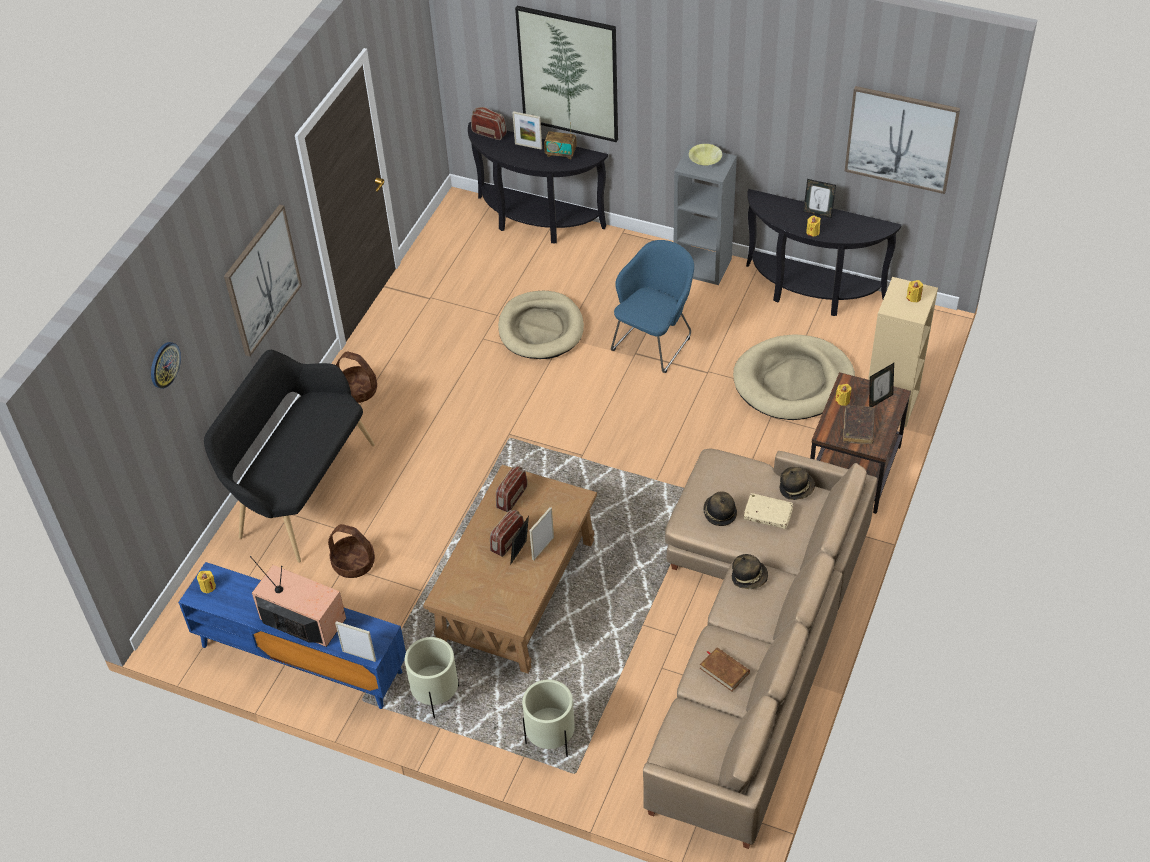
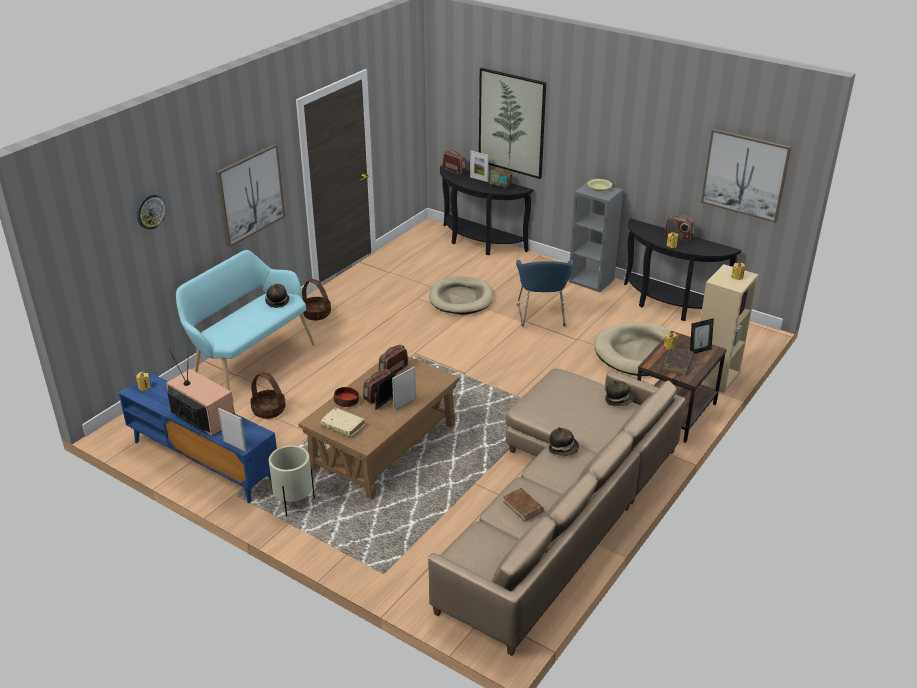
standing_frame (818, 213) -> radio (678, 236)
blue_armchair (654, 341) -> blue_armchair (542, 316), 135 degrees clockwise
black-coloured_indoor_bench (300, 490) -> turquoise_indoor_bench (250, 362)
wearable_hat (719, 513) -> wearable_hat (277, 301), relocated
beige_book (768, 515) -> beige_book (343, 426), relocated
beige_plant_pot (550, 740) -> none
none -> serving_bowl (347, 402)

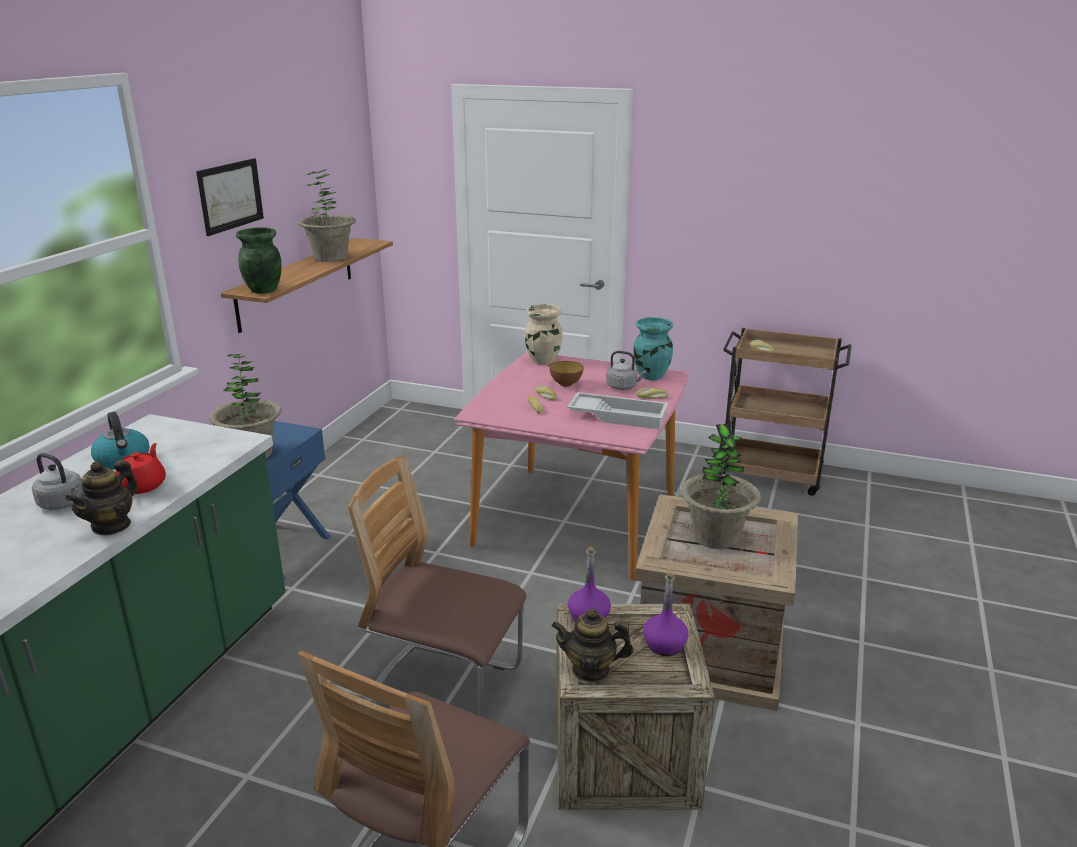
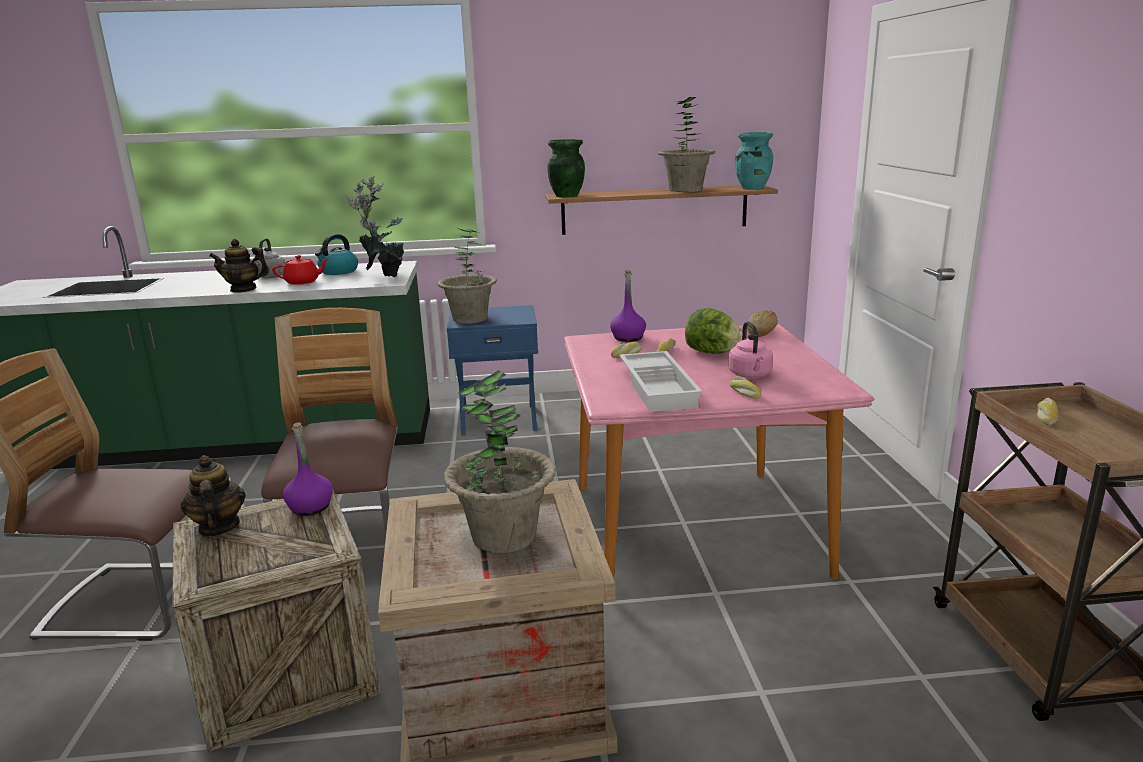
wall_art (230, 196) -> none
beige_vase (542, 360) -> bread (762, 332)
turquoise_vase (650, 376) -> turquoise_vase (752, 187), relocated
gray_tea_kettle (623, 387) -> pink_tea_kettle (750, 375)
serving_bowl (566, 384) -> lettuce (711, 353)
purple-coloured_beverage_bottle (664, 645) -> purple-coloured_beverage_bottle (628, 338), relocated
none -> potted_plant (384, 277)

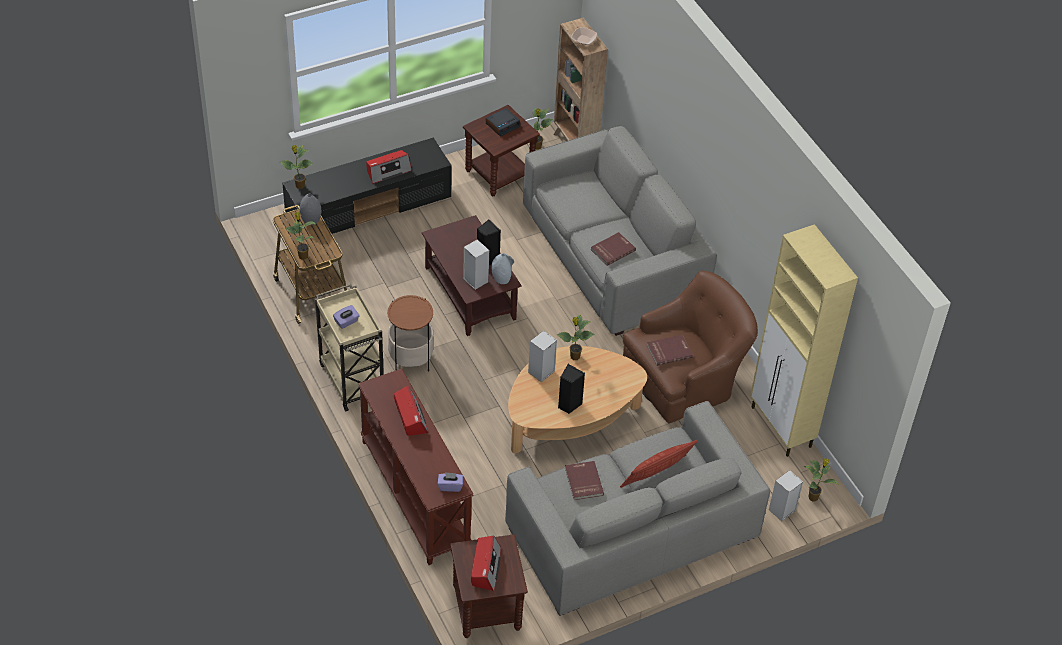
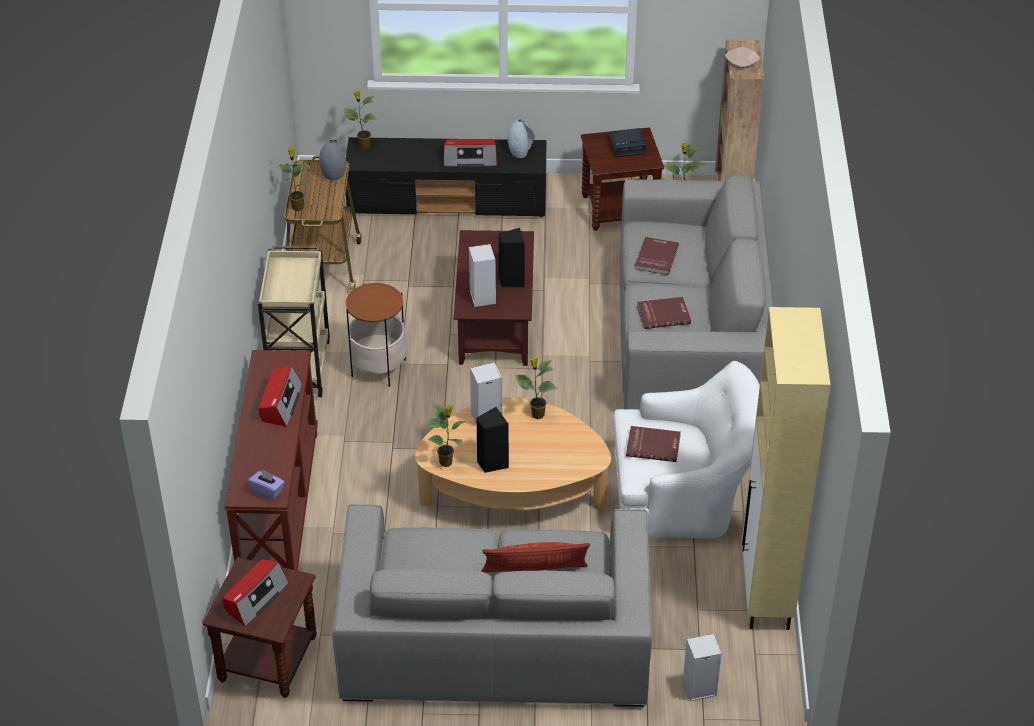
gray_vase (502, 278) -> gray_vase (520, 152), relocated
brownish_armchair (685, 378) -> whitish_armchair (684, 496)
purple-coloured_tissue_box (346, 322) -> none
potted_plant (814, 497) -> potted_plant (447, 462), relocated
reddish_book (583, 482) -> reddish_book (655, 257), relocated

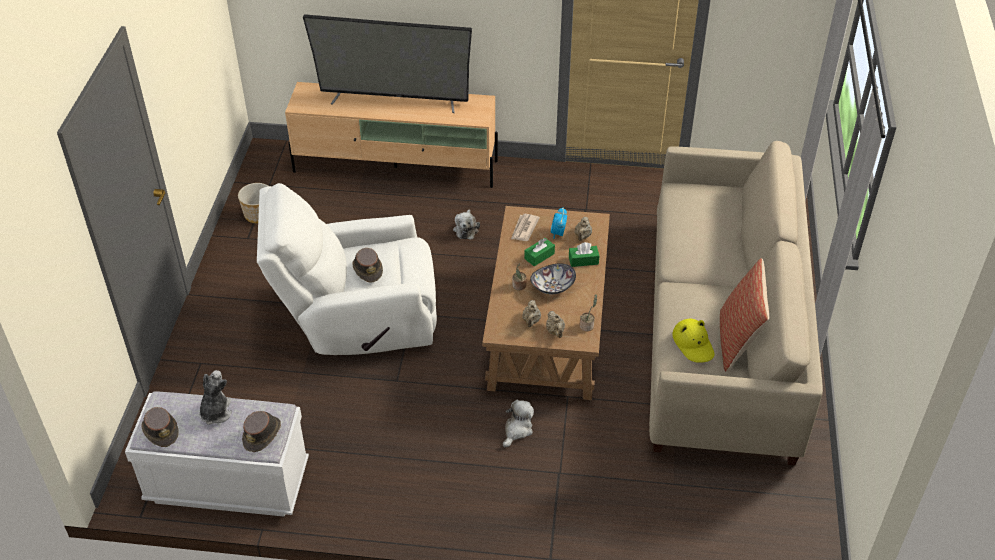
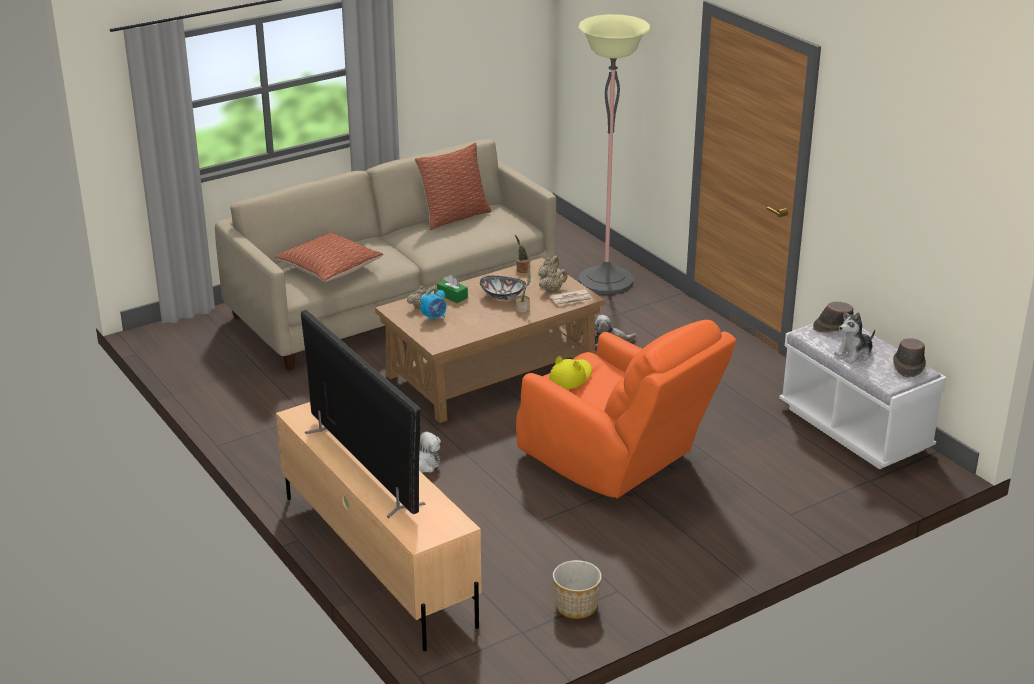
whitish_armchair (357, 318) -> orange_armchair (617, 463)
daily_paper (524, 229) -> daily_paper (571, 300), relocated
green_tissue_box (539, 256) -> none
brownish_wearable_hat (368, 269) -> none
yellowish_wearable_hat (693, 344) -> yellowish_wearable_hat (570, 377), relocated
none -> floor_lamp (606, 281)
none -> pillow (329, 268)

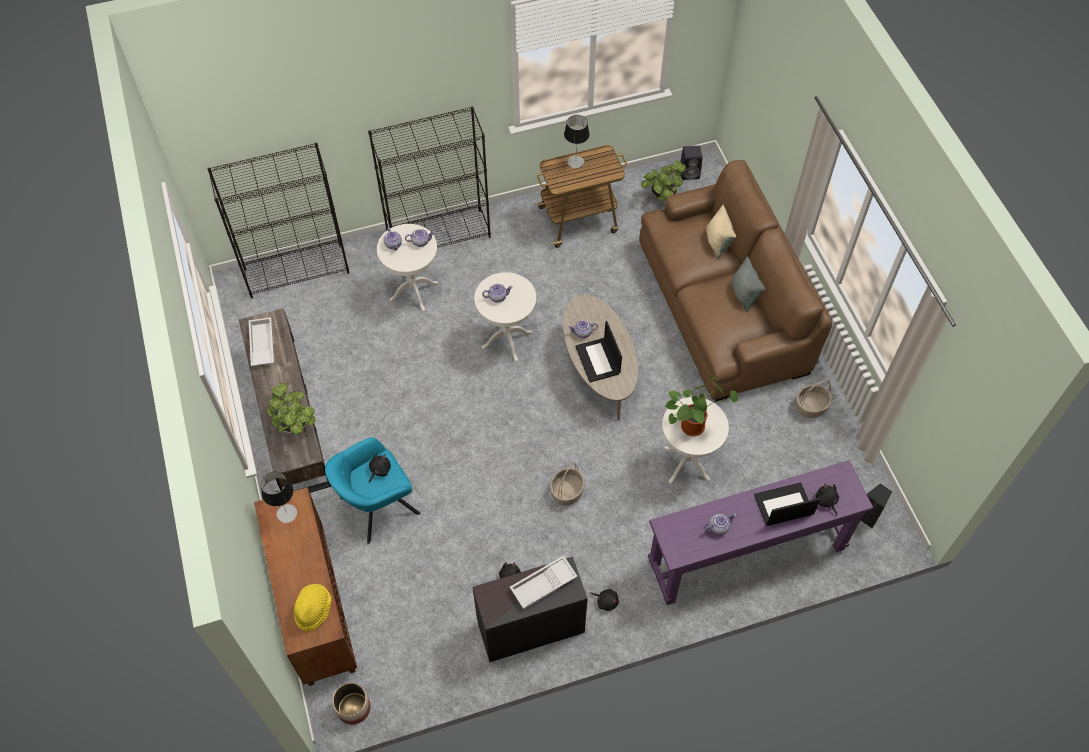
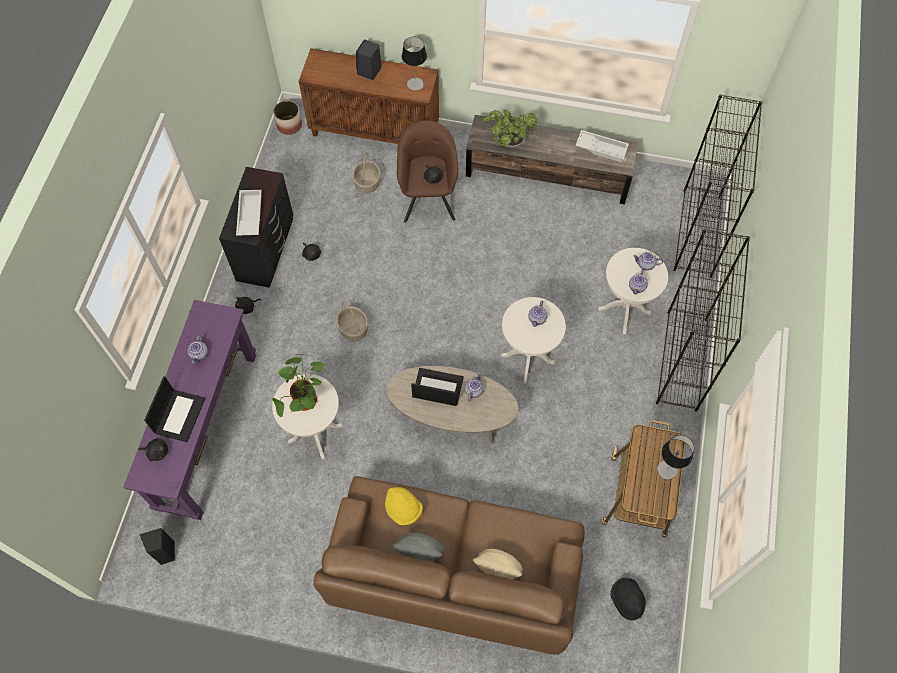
black-coloured_speaker (690, 173) -> black-coloured_speaker (369, 71), relocated
potted_plant (661, 196) -> black-coloured_wearable_hat (627, 600)
basket (810, 407) -> basket (367, 183), relocated
turquoise_armchair (376, 507) -> brownish_armchair (428, 197)
yellowish_wearable_hat (313, 610) -> yellowish_wearable_hat (403, 509), relocated

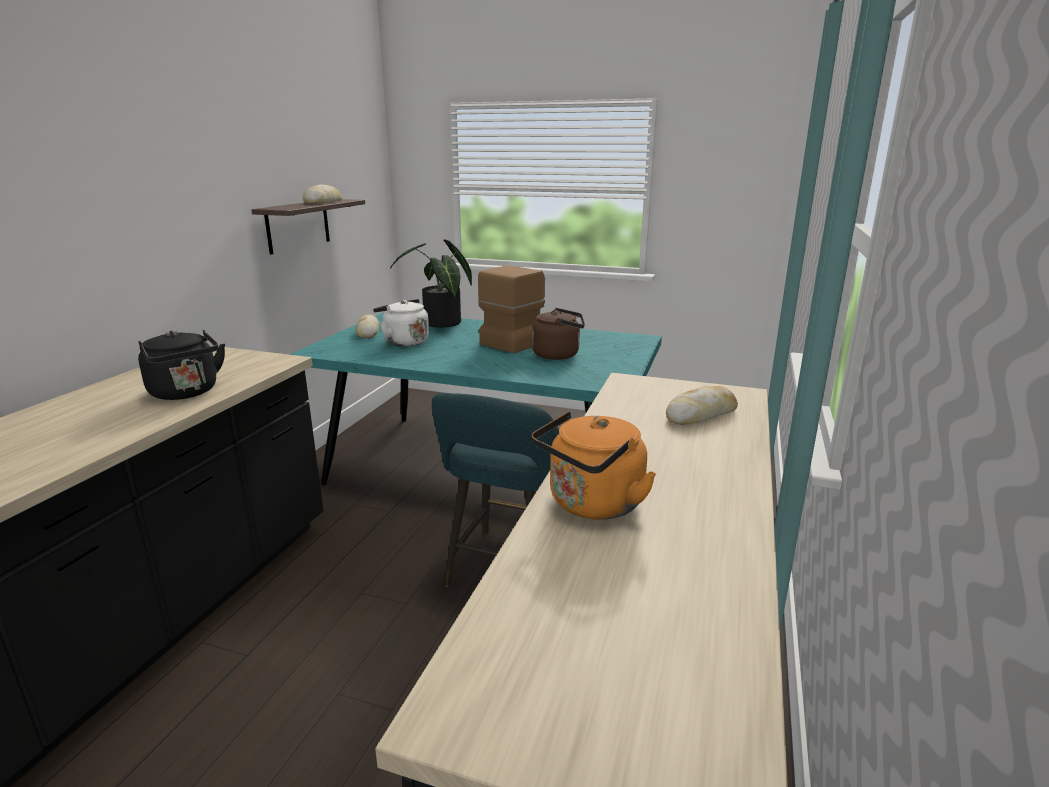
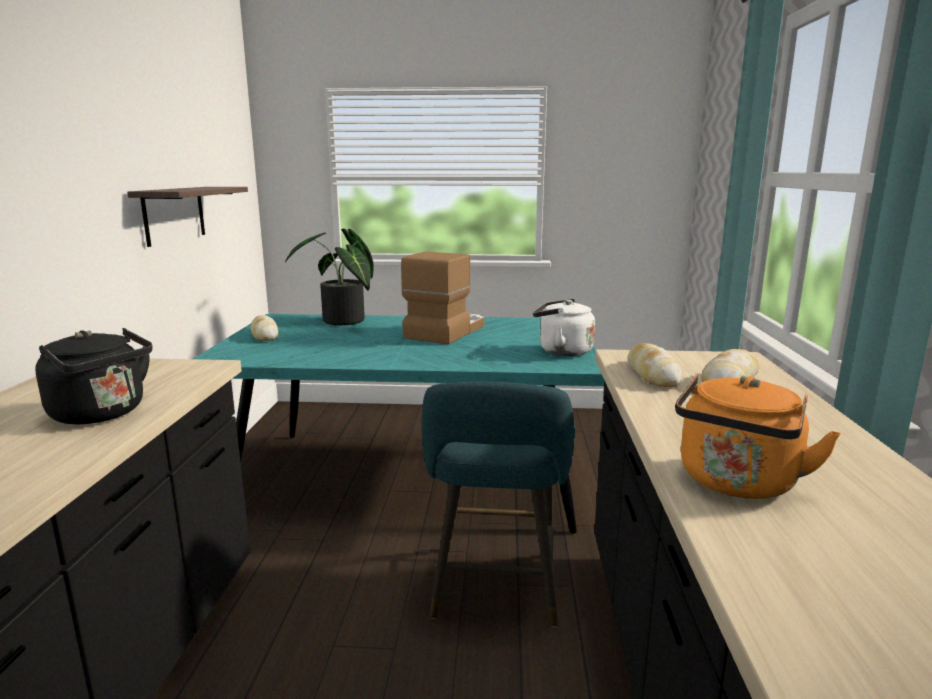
bread (323, 202) -> bread (652, 374), relocated
whitish_tea_kettle (404, 342) -> whitish_tea_kettle (561, 351), relocated
brownish_tea_kettle (559, 355) -> none

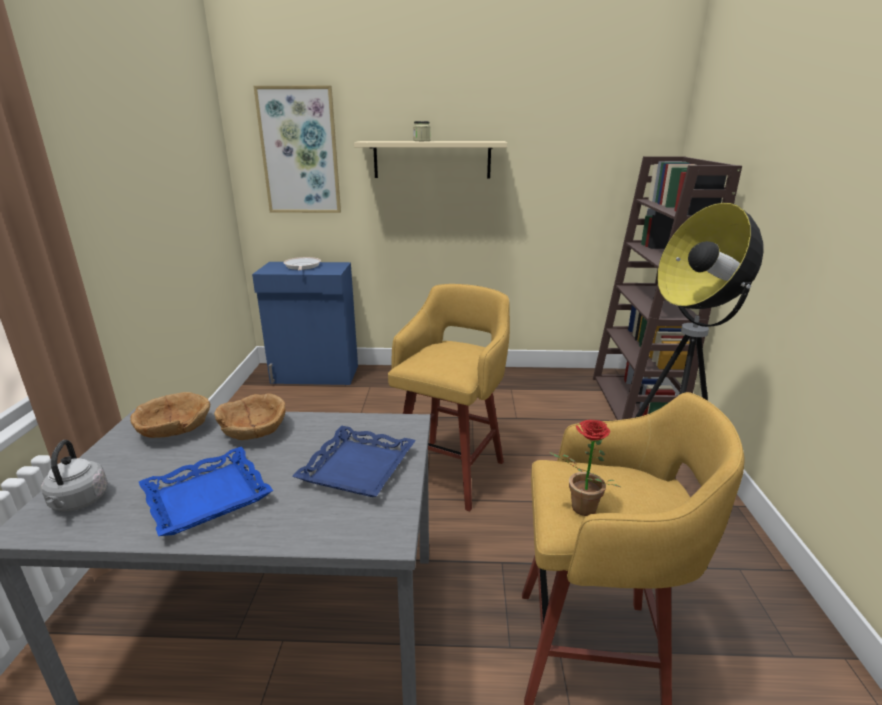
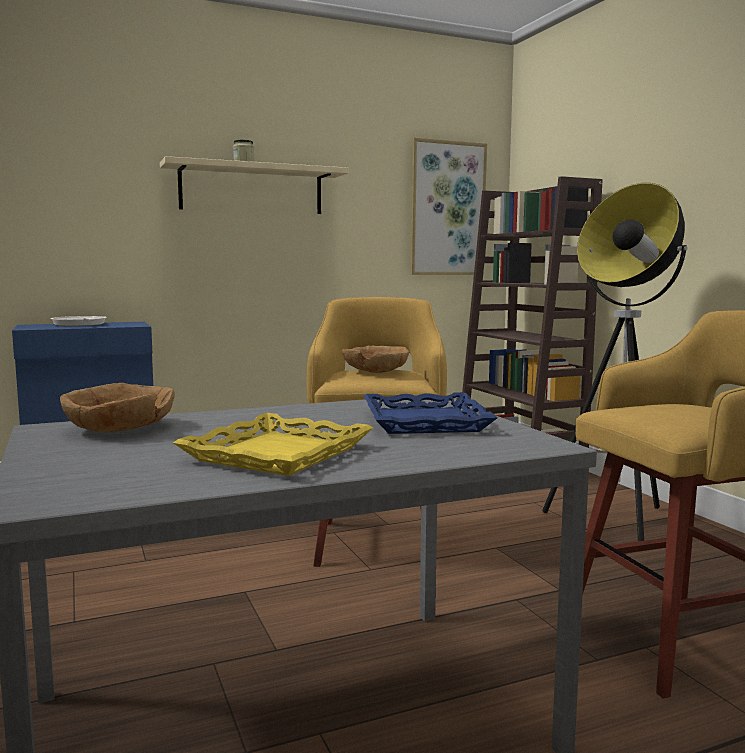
wall_art (300, 151) -> wall_art (447, 209), relocated
brownish_serving_bowl (254, 430) -> brownish_serving_bowl (375, 371), relocated
potted_plant (579, 509) -> none
gray_tea_kettle (78, 502) -> none
blue_serving_tray (207, 497) -> yellowish_serving_tray (279, 454)

